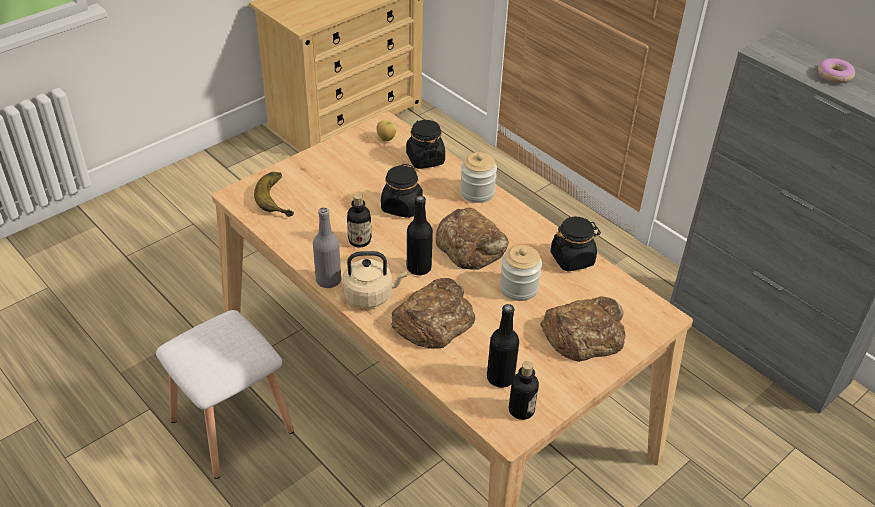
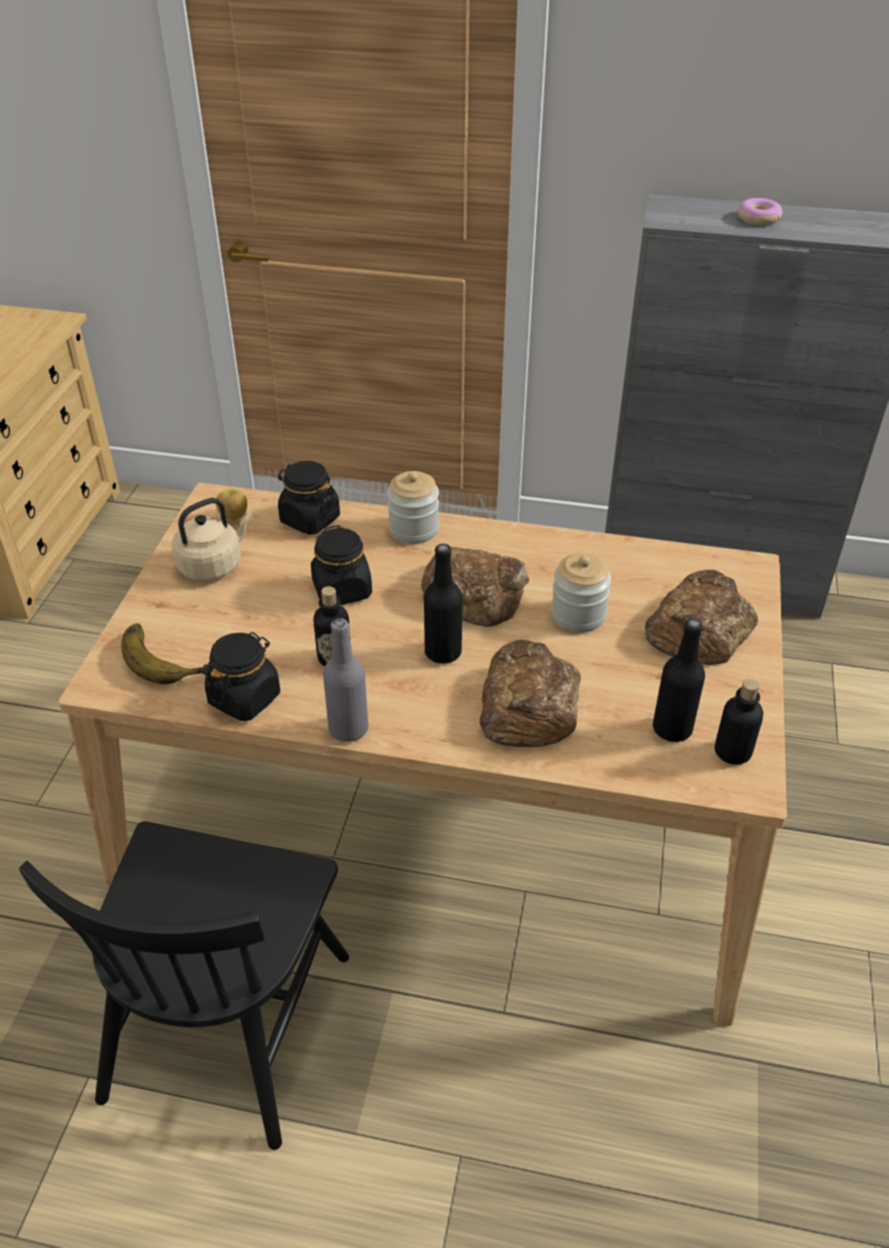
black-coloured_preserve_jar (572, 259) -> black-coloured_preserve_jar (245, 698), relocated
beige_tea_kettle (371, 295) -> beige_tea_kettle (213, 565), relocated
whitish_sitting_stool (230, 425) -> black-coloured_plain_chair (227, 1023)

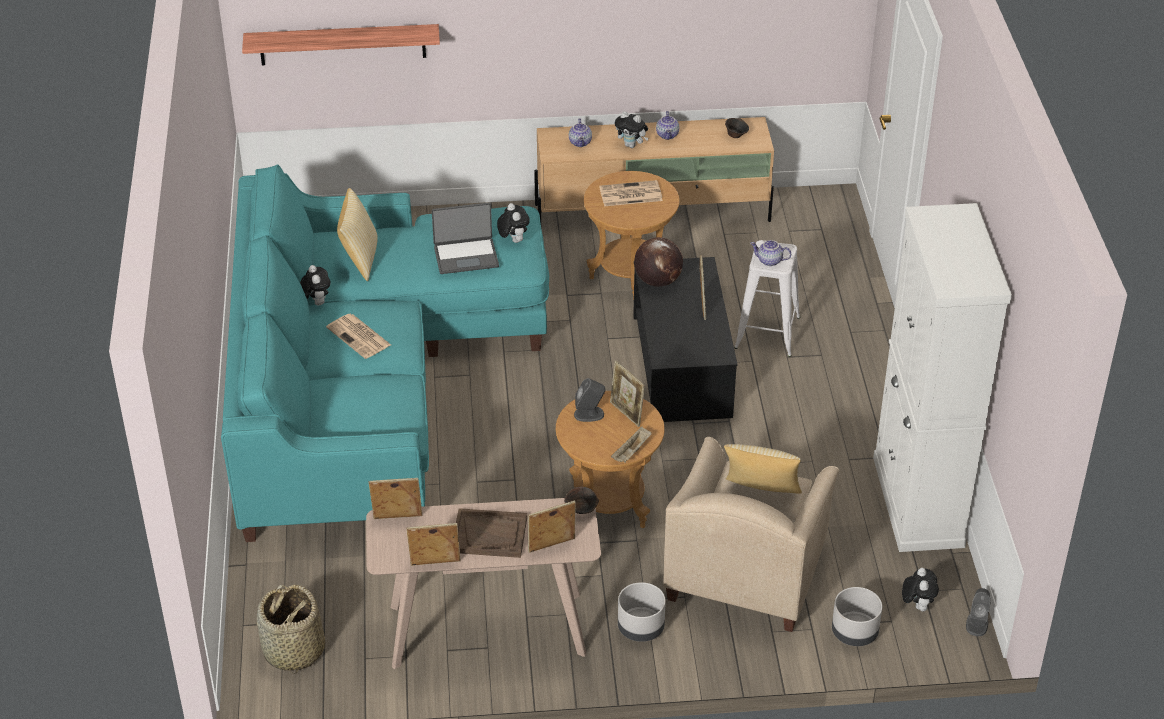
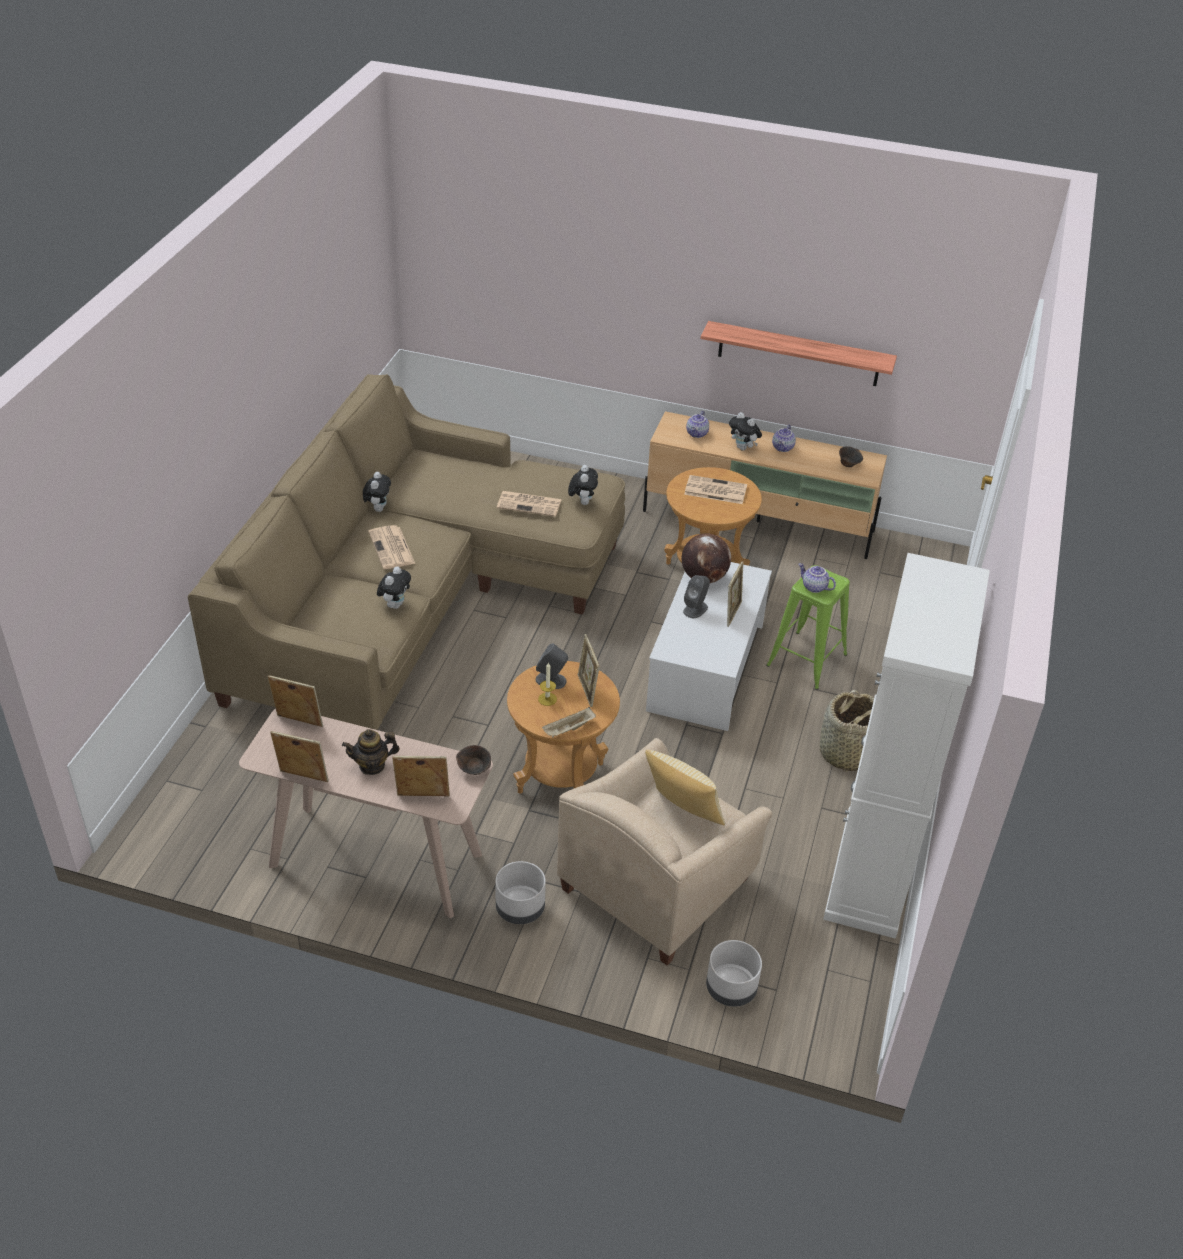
wall_shelf (342, 44) -> wall_shelf (798, 354), relocated
turquoise_settee (369, 384) -> beige_settee (413, 599)
pillow (360, 259) -> none
portable_computer (466, 256) -> daily_paper (530, 504)
whitish_sitting_stool (767, 332) -> green_sitting_stool (807, 660)
black-coloured_lounge_table (681, 365) -> whitish_lounge_table (706, 666)
brownish_serving_tray (489, 535) -> tea_pot (372, 765)
plush_toy (917, 605) -> plush_toy (395, 604), relocated
basket (293, 651) -> basket (846, 754), relocated
gray_speaker (977, 624) -> gray_speaker (695, 609), relocated
none -> candle (547, 699)

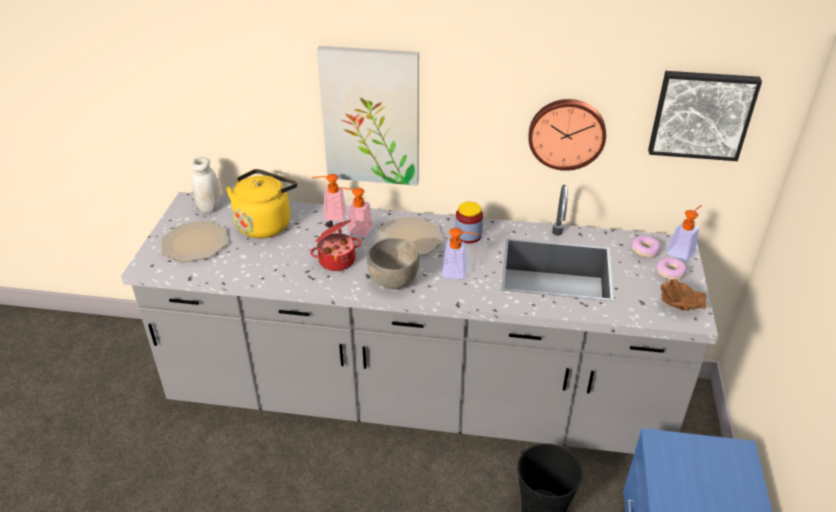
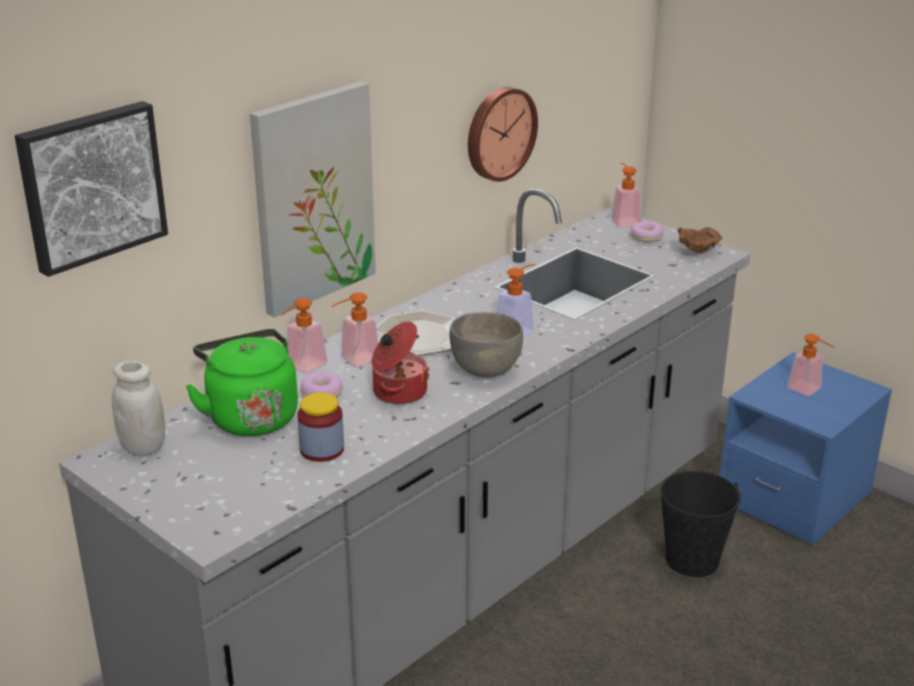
wall_art (701, 114) -> wall_art (91, 185), relocated
yellowish_tea_kettle (265, 224) -> green_tea_kettle (250, 416)
preserve_jar (468, 235) -> preserve_jar (322, 449), relocated
flat_dish (195, 243) -> none
doughnut (644, 250) -> doughnut (321, 393), relocated
none -> soap_dispenser (809, 390)

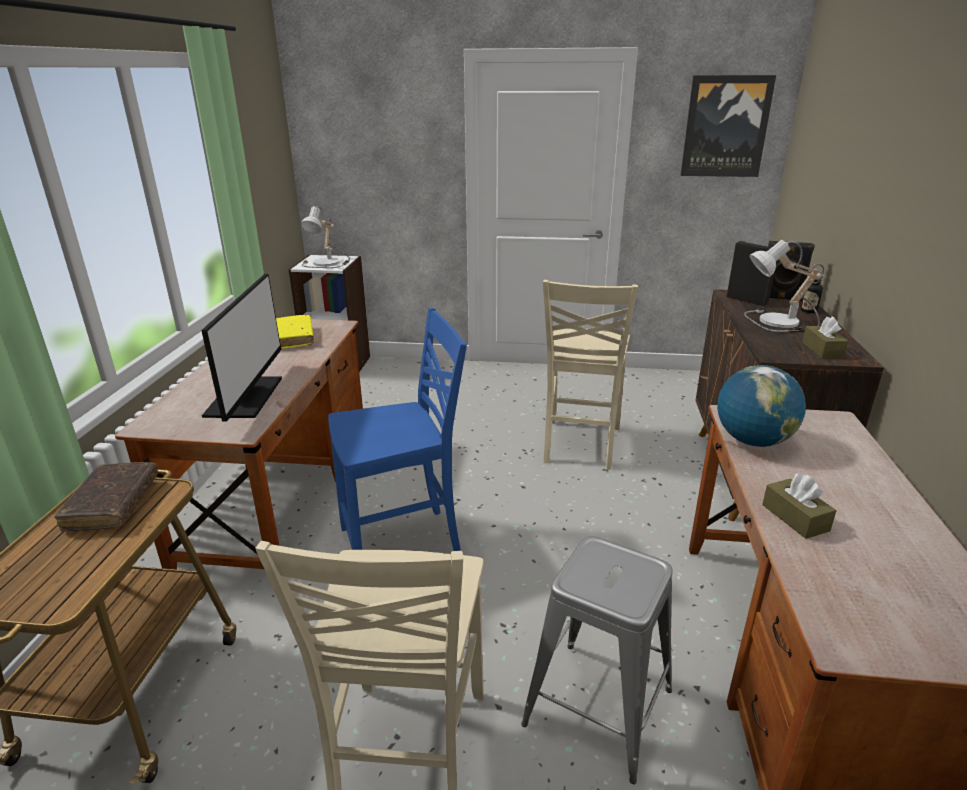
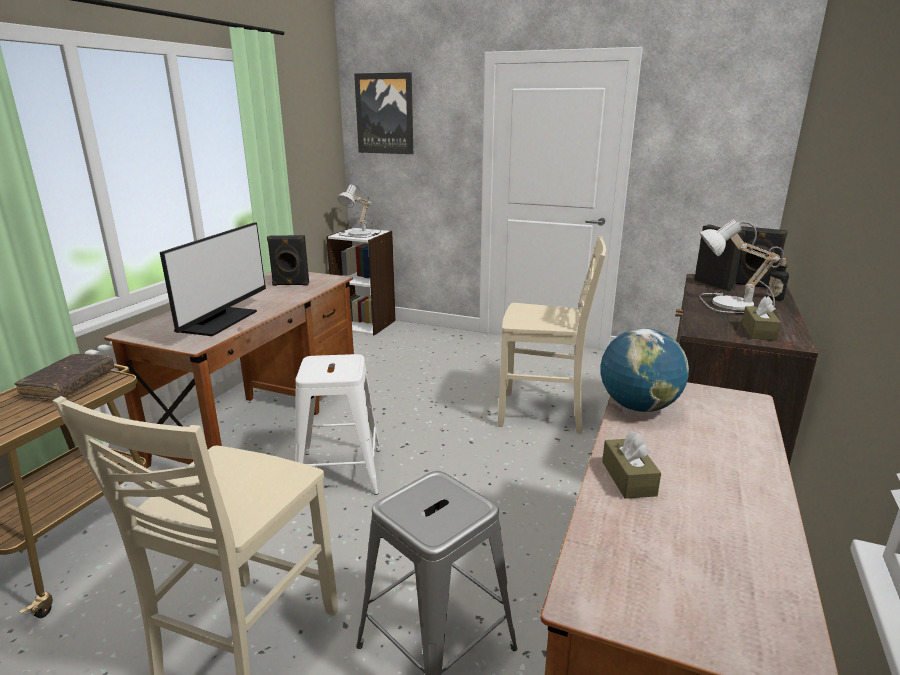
wall_art (725, 127) -> wall_art (385, 114), relocated
beige_plain_chair (579, 445) -> beige_plain_chair (543, 414), 105 degrees counterclockwise
blue_plain_chair (403, 544) -> whitish_sitting_stool (339, 472)
yellowish_book (293, 338) -> black-coloured_speaker (290, 284)

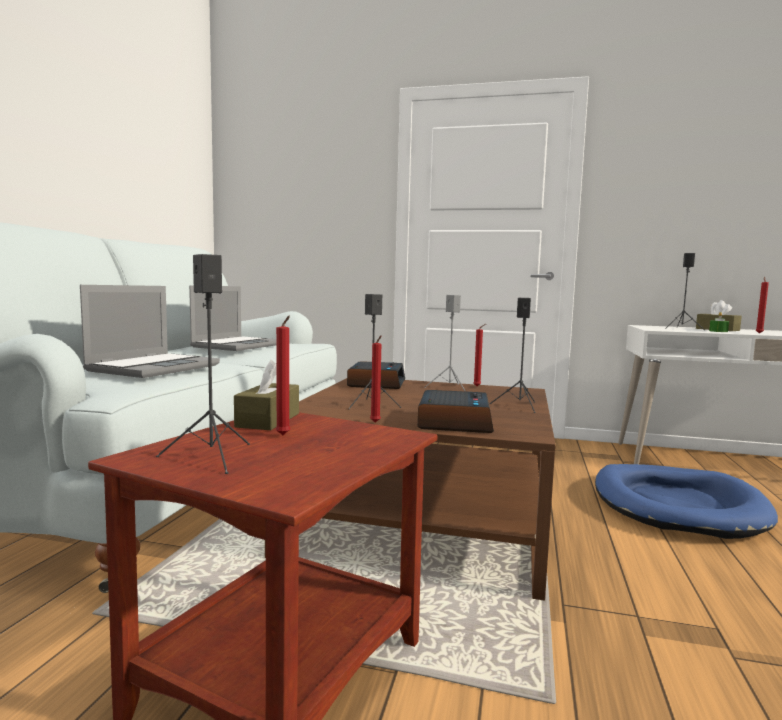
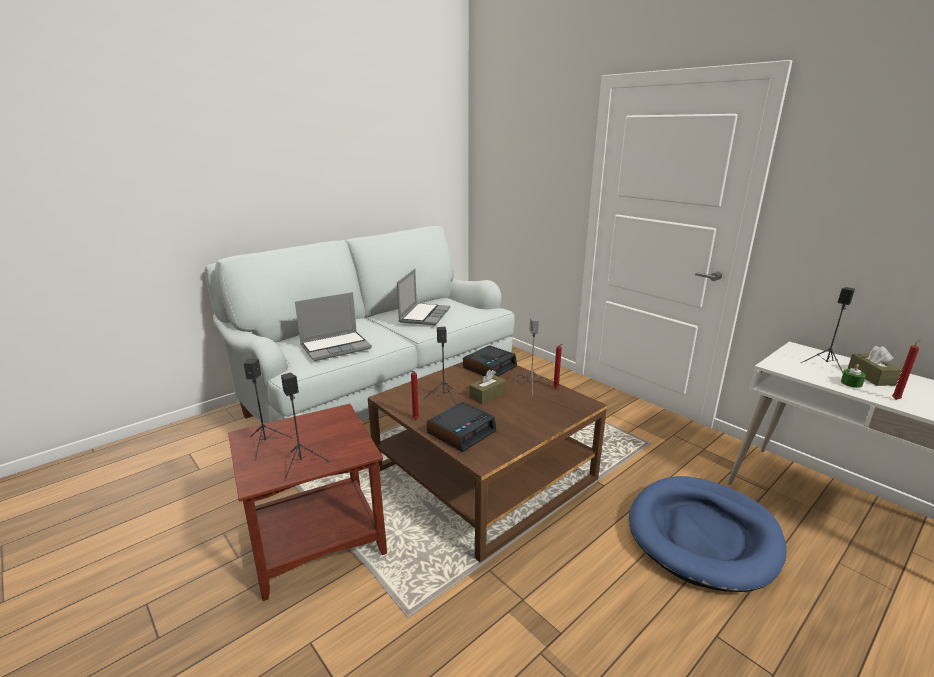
portable_computer (237, 345) -> portable_computer (424, 315), 45 degrees counterclockwise
black-coloured_speaker (519, 406) -> black-coloured_speaker (302, 464), relocated
reddish_candle (284, 436) -> none
brownish_tissue_box (268, 420) -> brownish_tissue_box (487, 395), relocated

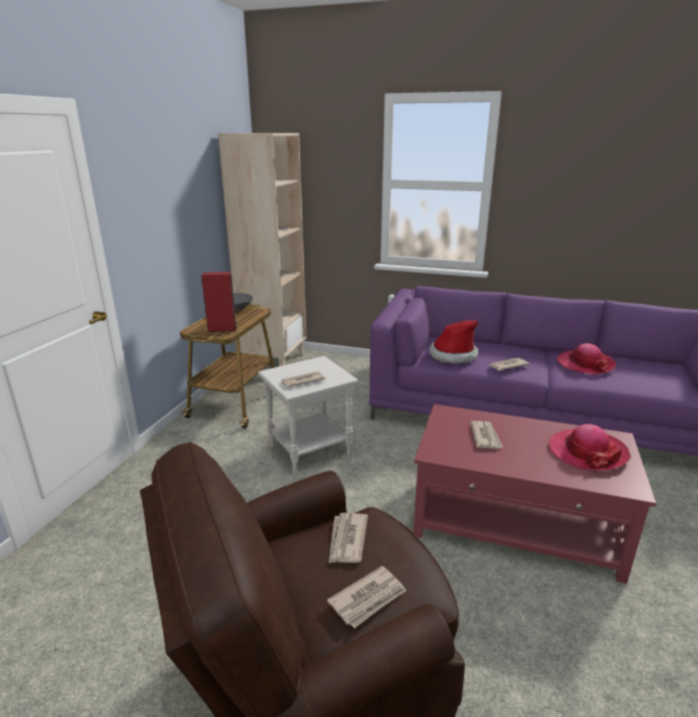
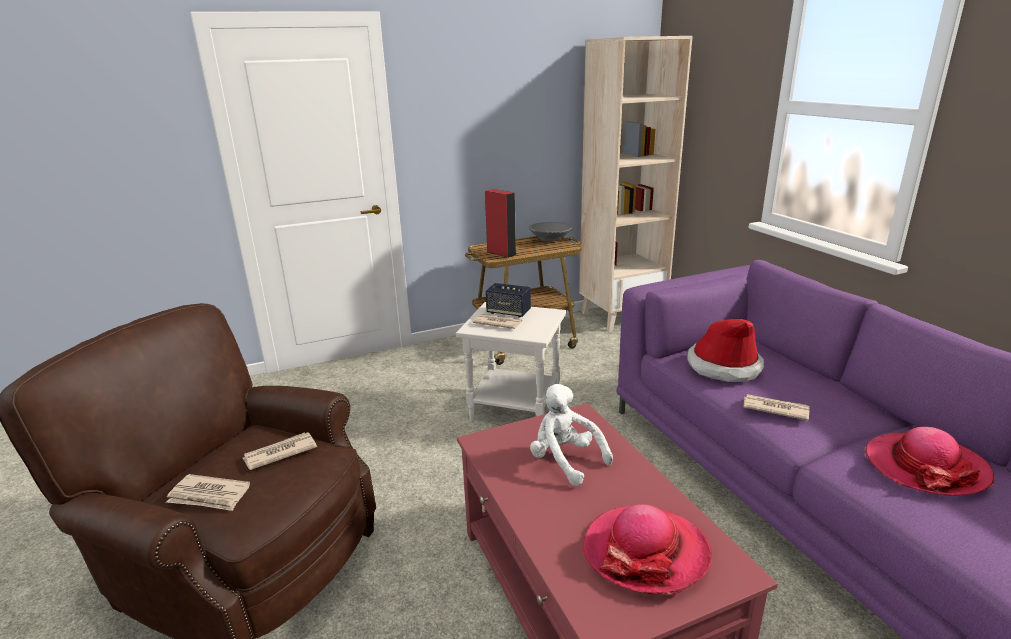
daily_paper (485, 436) -> whitish_plush_toy (565, 460)
none -> speaker (508, 312)

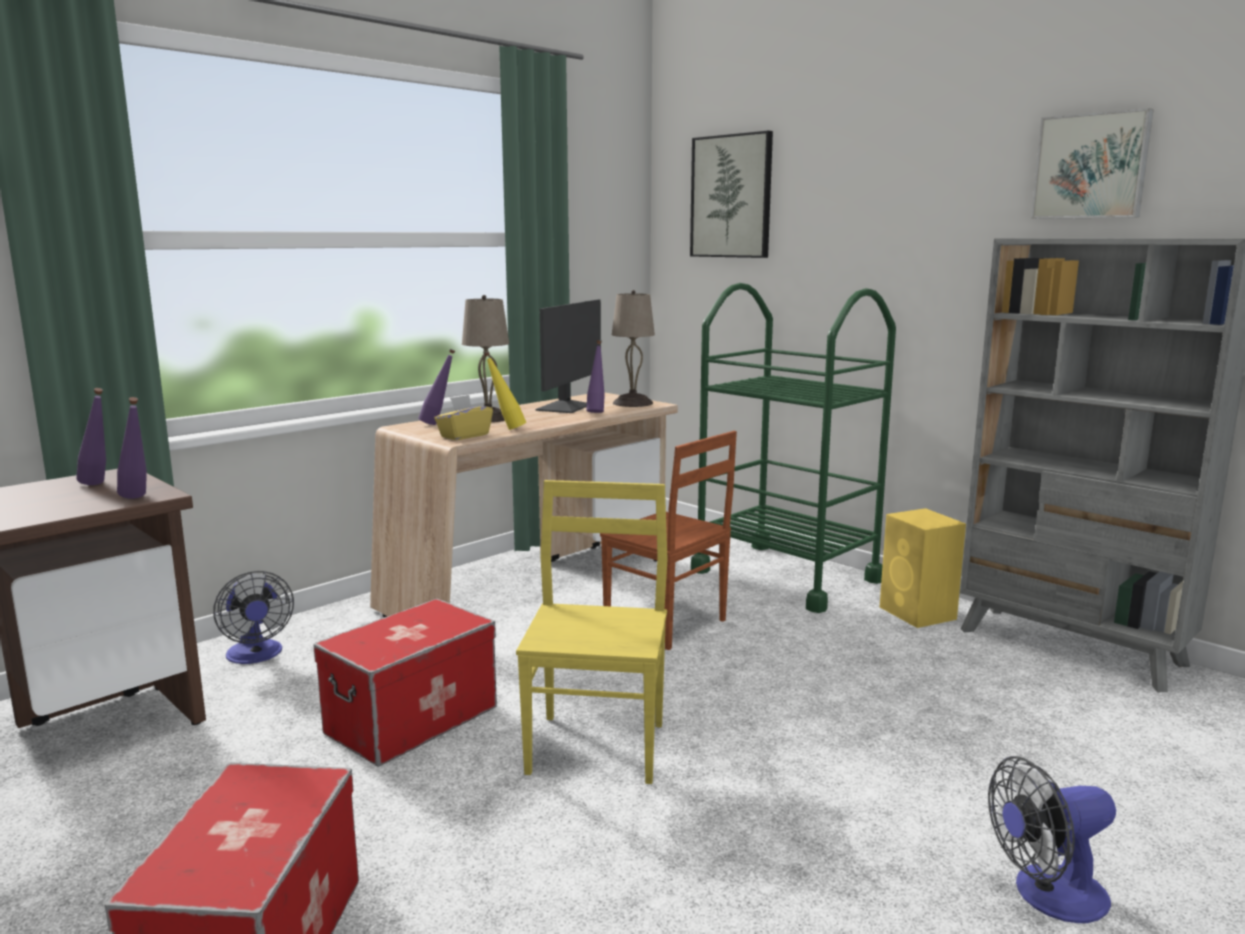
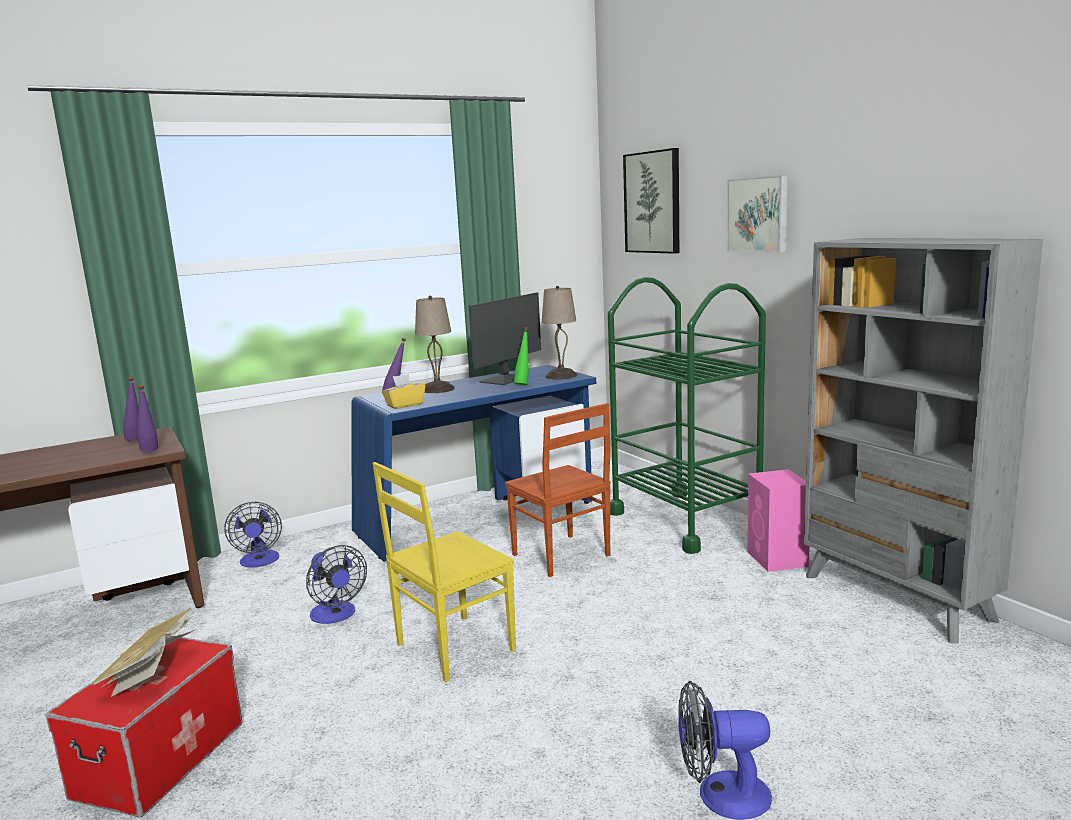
wall_art (1091, 166) -> wall_art (759, 214), relocated
purple-coloured_beverage_bottle (596, 412) -> green_beverage_bottle (524, 384)
yellowish_beverage_bottle (506, 429) -> none
beige_desk_table (533, 585) -> blue_desk_table (479, 519)
yellowish_plain_chair (599, 747) -> yellowish_plain_chair (453, 647), 150 degrees counterclockwise
yellowish_speaker (918, 614) -> pink_speaker (778, 559)
storage_container (412, 719) -> cooling_fan (336, 616)
none -> book (152, 672)

